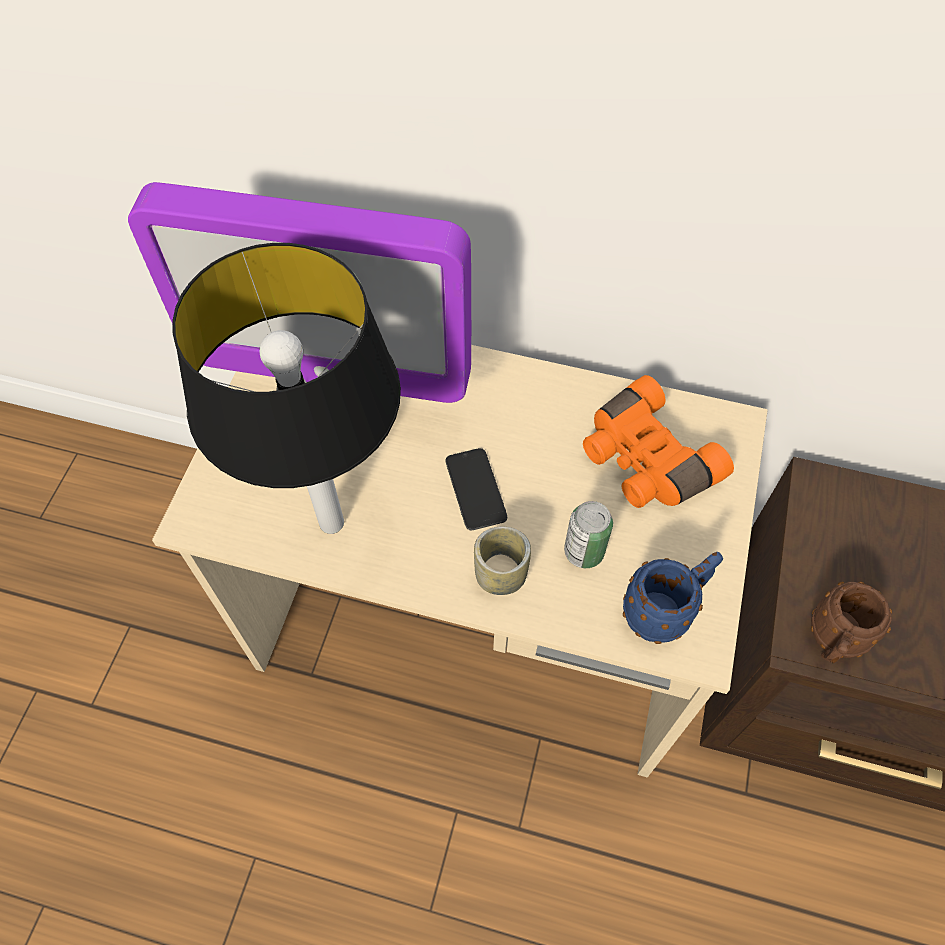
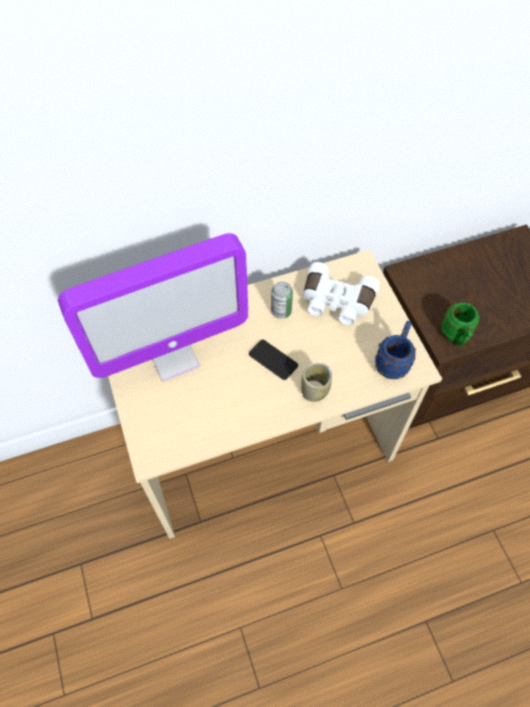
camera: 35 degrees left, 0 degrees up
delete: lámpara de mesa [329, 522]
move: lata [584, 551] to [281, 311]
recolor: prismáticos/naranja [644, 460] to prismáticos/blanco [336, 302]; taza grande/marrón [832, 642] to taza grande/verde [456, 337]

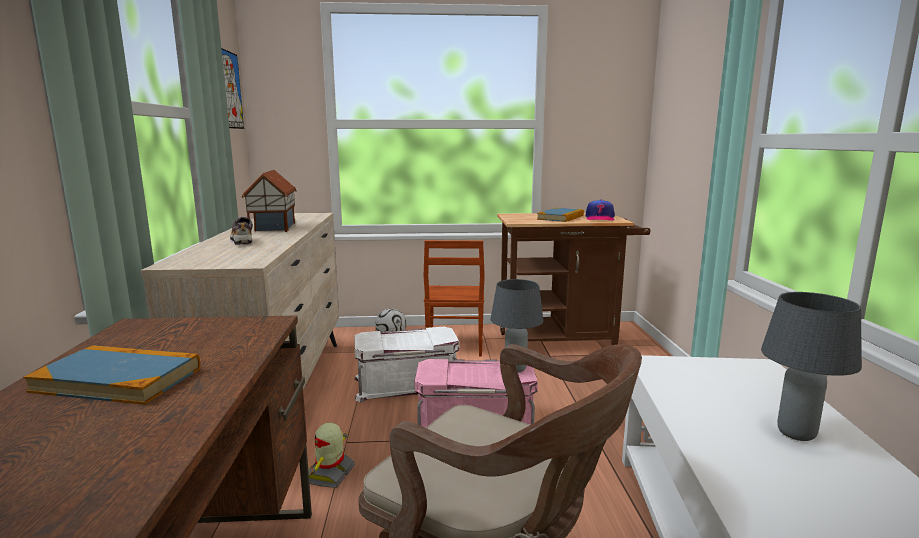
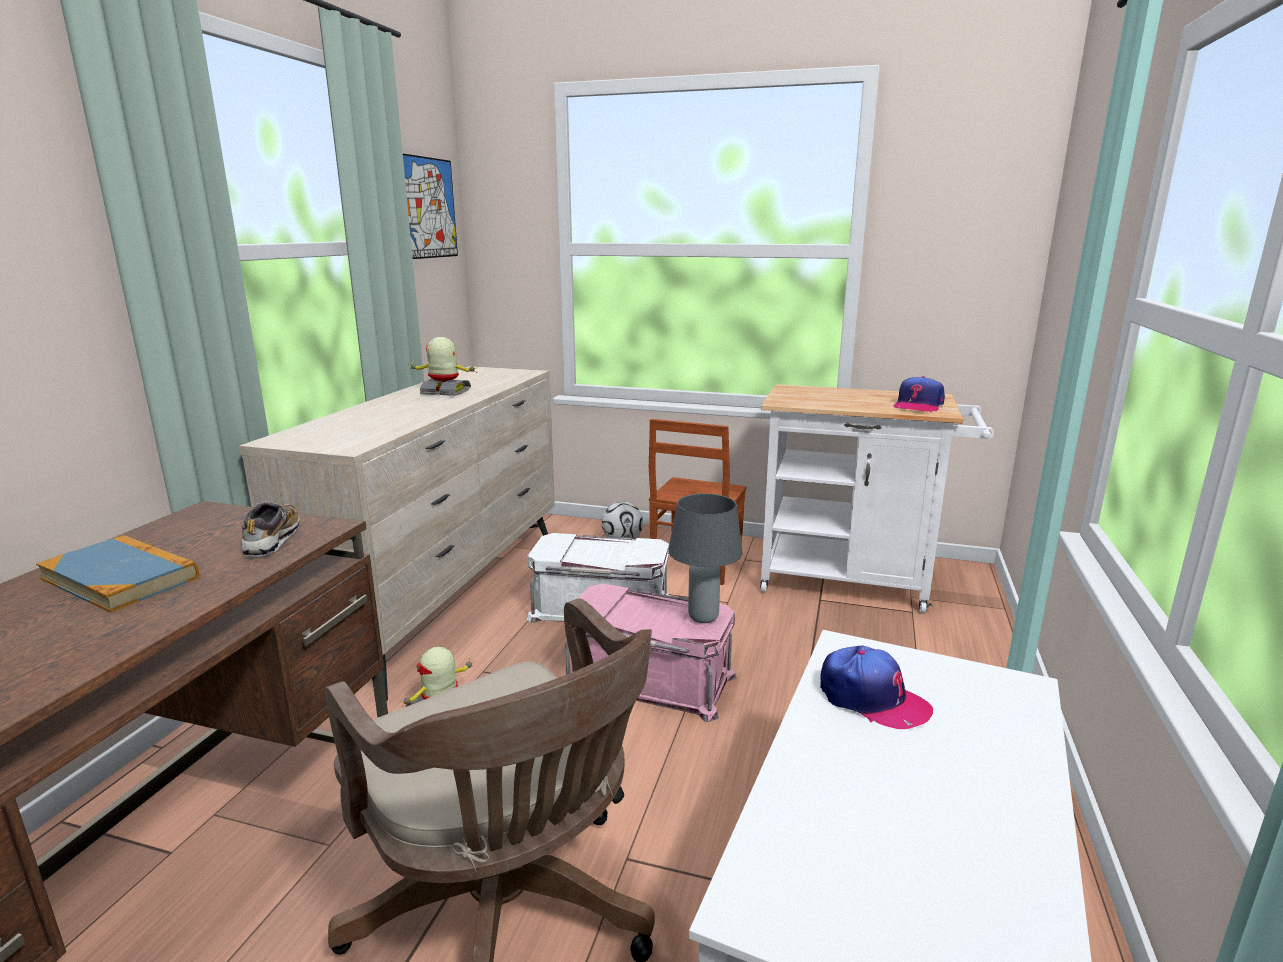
camera: 20 degrees right, 5 degrees up
delete: libro [560, 217]; lámpara de mesa/gris [795, 433]
insert: gorra [872, 699]
move: zapato [242, 241] to [273, 540]
replace: casita [272, 228] to robot de juguete [445, 392]
recolor: carrito/marrón [564, 343] to carrito/blanco [855, 583]

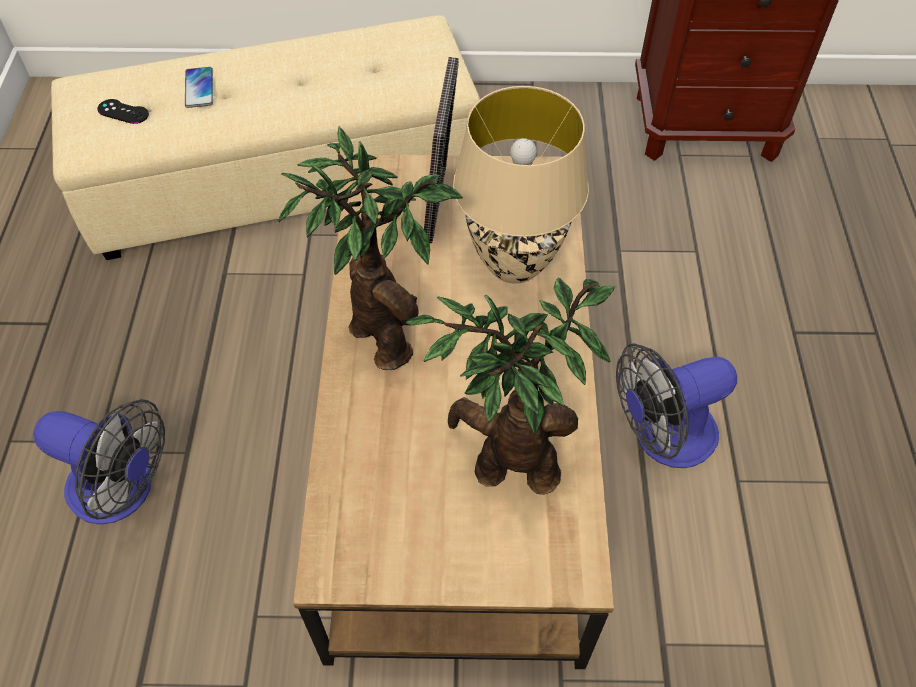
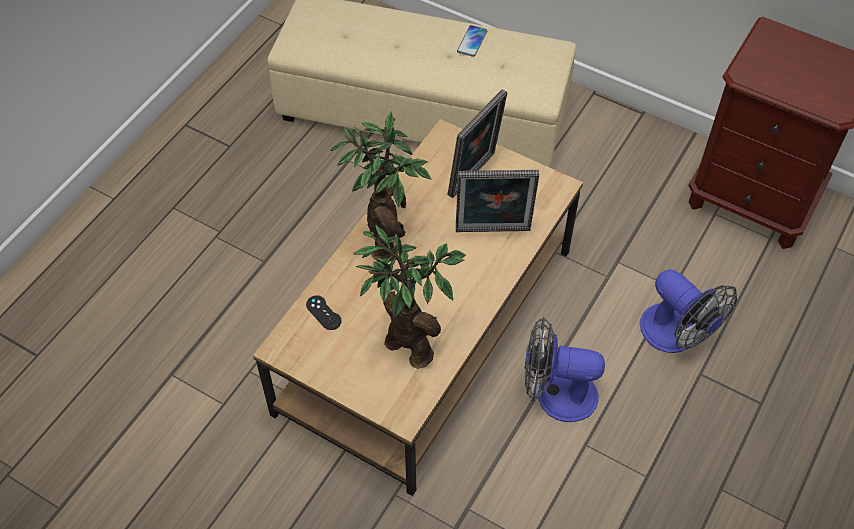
camera: 30 degrees right, 0 degrees up
move: ventilador [123, 491] to [676, 336]; mando de consola/negro [123, 112] to [323, 313]; móvil [199, 88] to [472, 41]
replace: lámpara de mesa/beis [514, 263] to portarretratos [493, 233]

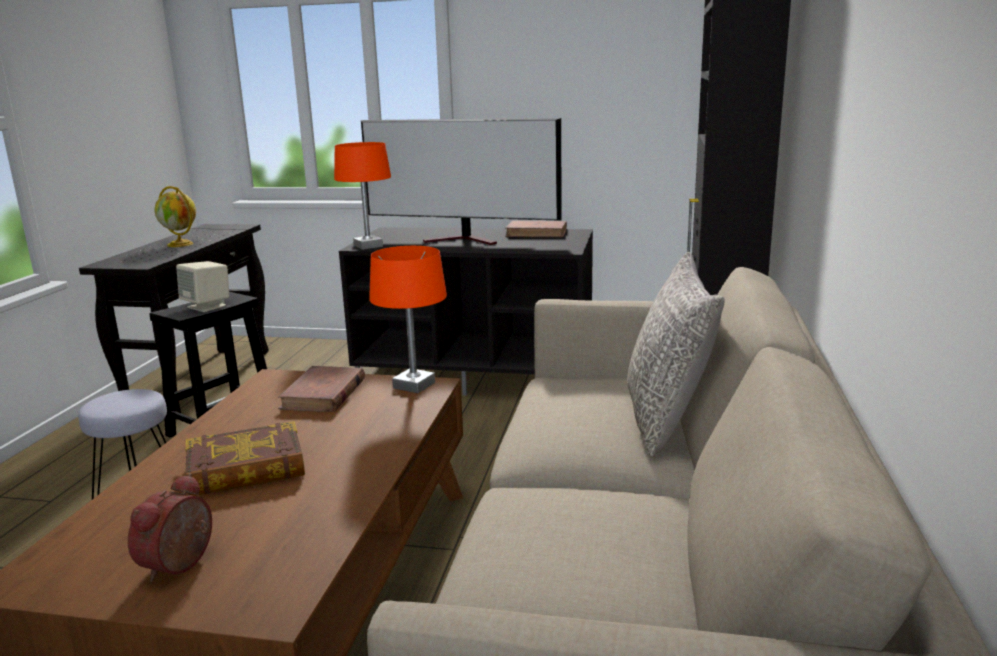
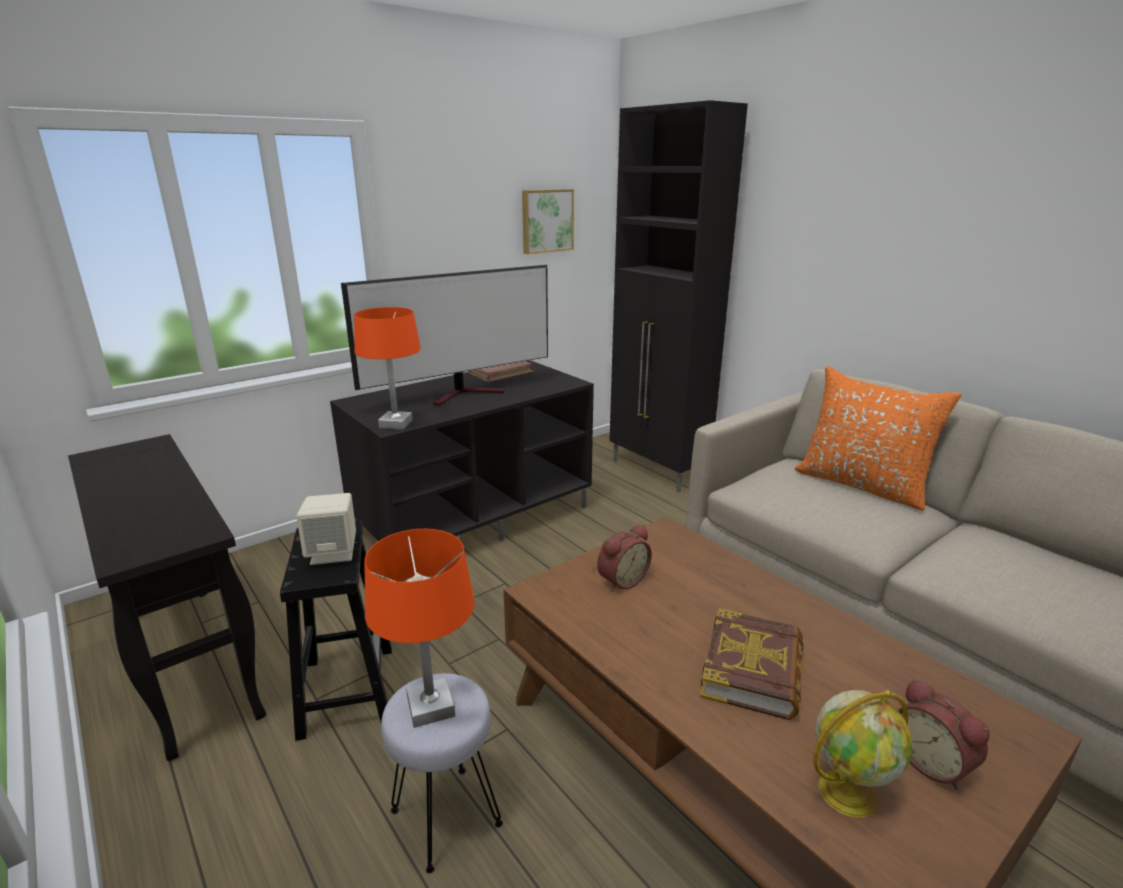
camera: 50 degrees left, 5 degrees up
insert: cuadro [546, 221]
move: globo terráqueo [181, 244] to [848, 791]; lámpara de mesa/naranja [414, 385] to [430, 707]
replace: libro/marrón [323, 394] to despertador [621, 580]
recolor: cojín/gris [667, 418] to cojín/naranja [862, 485]

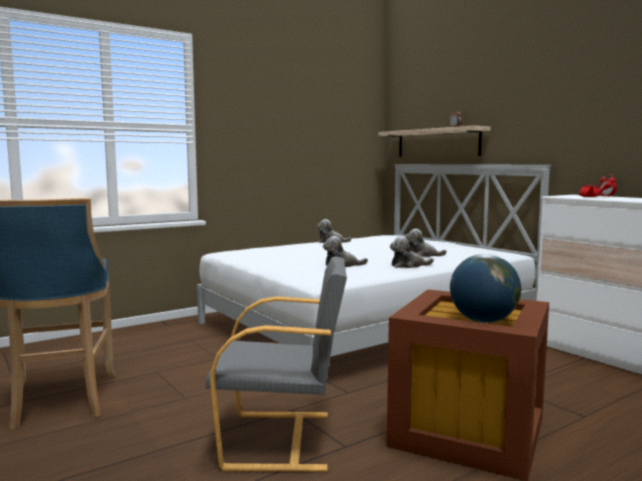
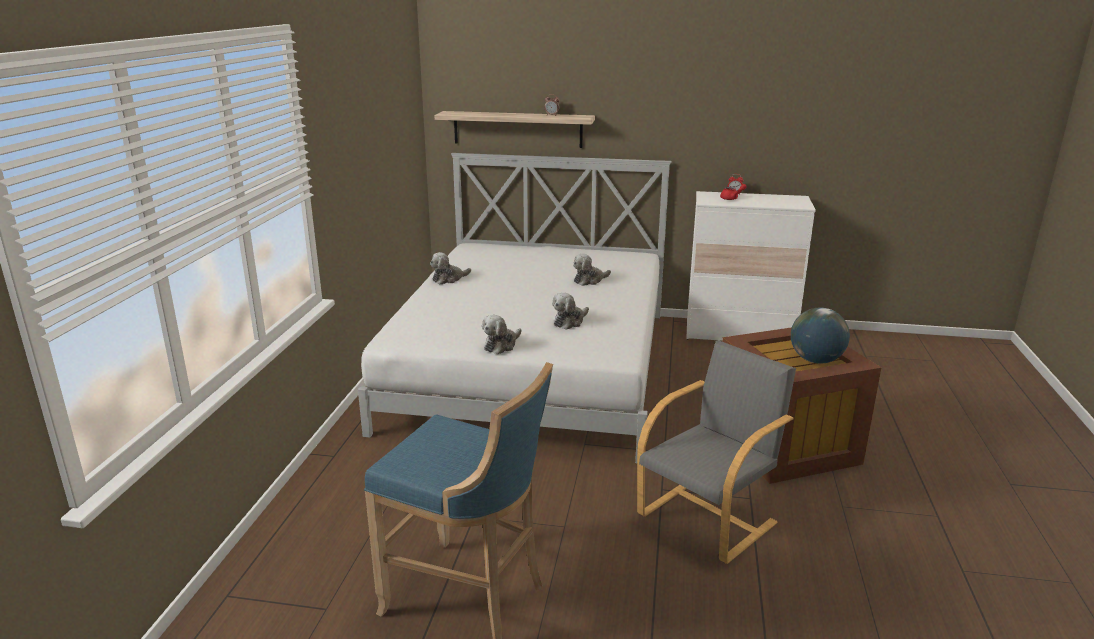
camera: 45 degrees left, 15 degrees up
move: peluche [408, 265] to [501, 345]

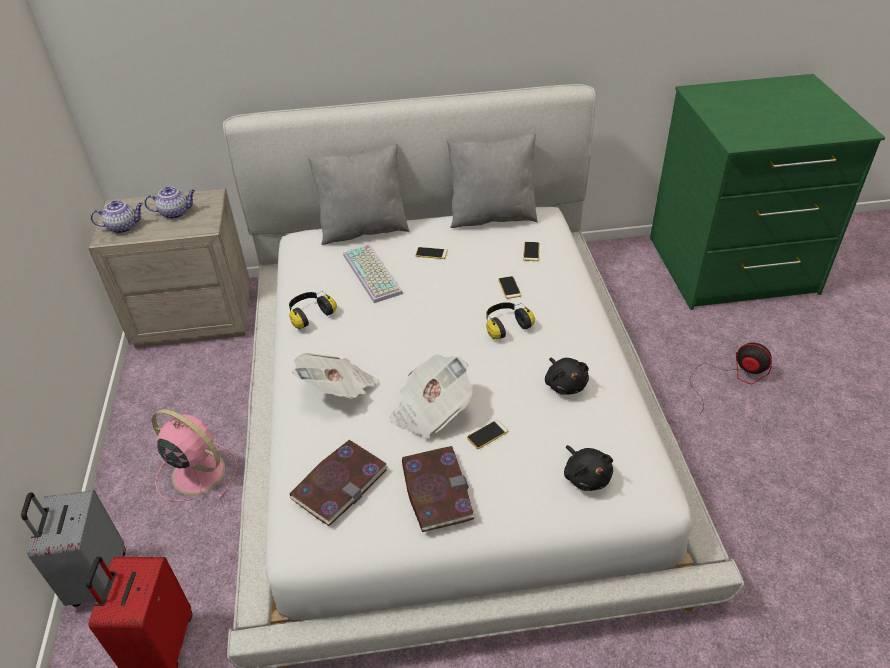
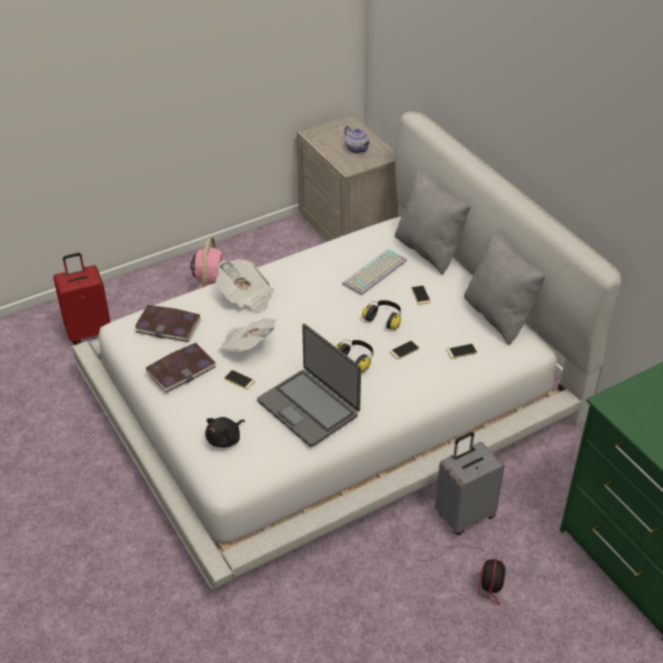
camera: 65 degrees right, 0 degrees up
delete: tetera [123, 227]
move: maleta/gris [98, 579] to [464, 515]; auriculares [310, 315] to [384, 319]
replace: peluche/negro [565, 384] to portátil [309, 408]

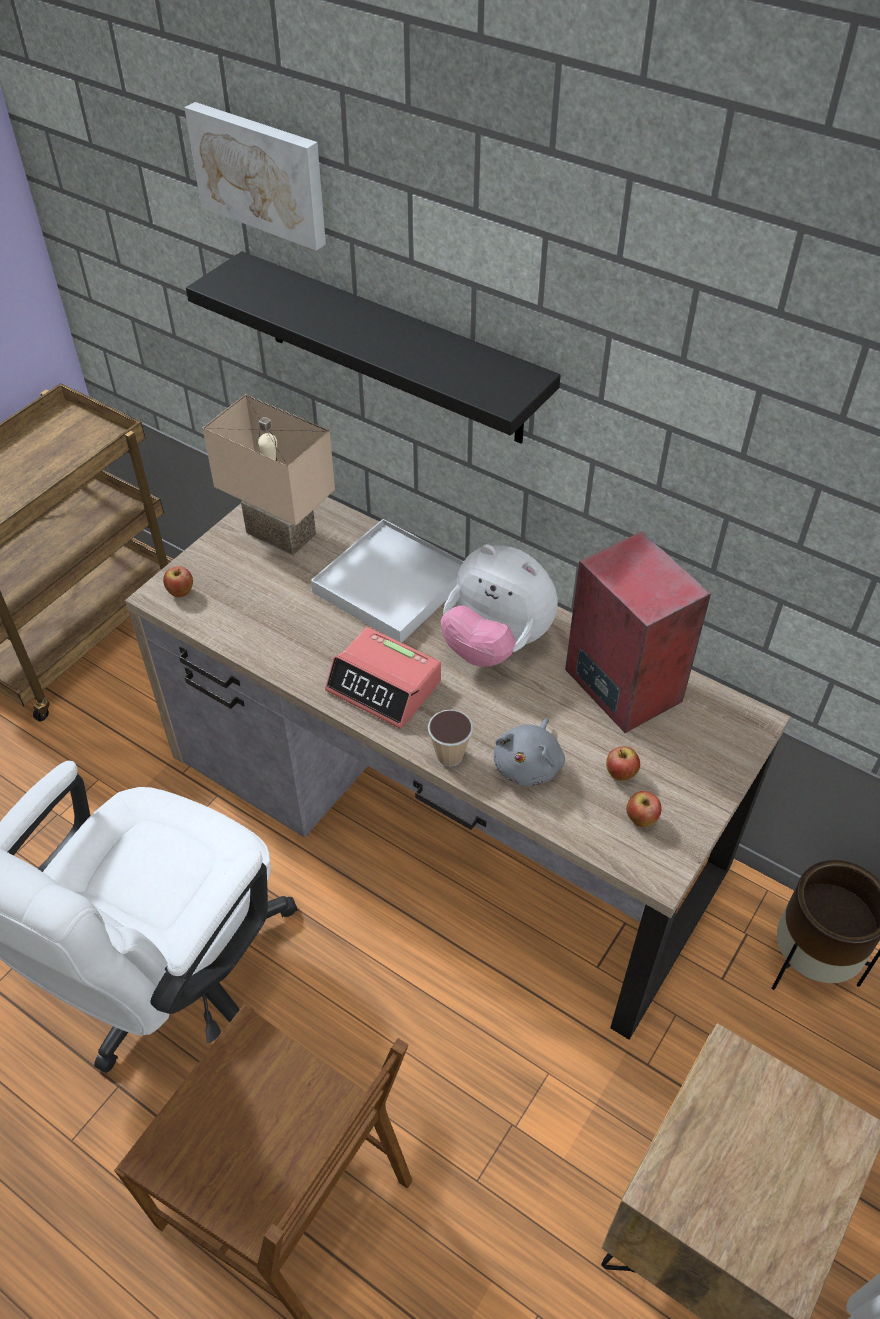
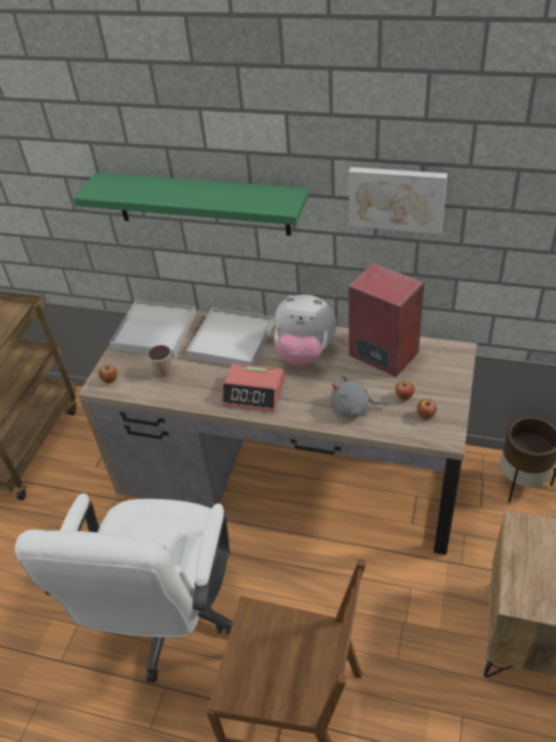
camera: 15 degrees left, 5 degrees down
move: cuadro [261, 173] to [397, 198]; taza [450, 756] to [164, 371]
replace: lámpara de mesa/beis [284, 532] to bandeja/blanco [155, 331]
recolor: estante/negro [392, 349] to estante/verde [201, 204]
rotate: peluche/gris [529, 765] = [353, 408] 90 degrees clockwise

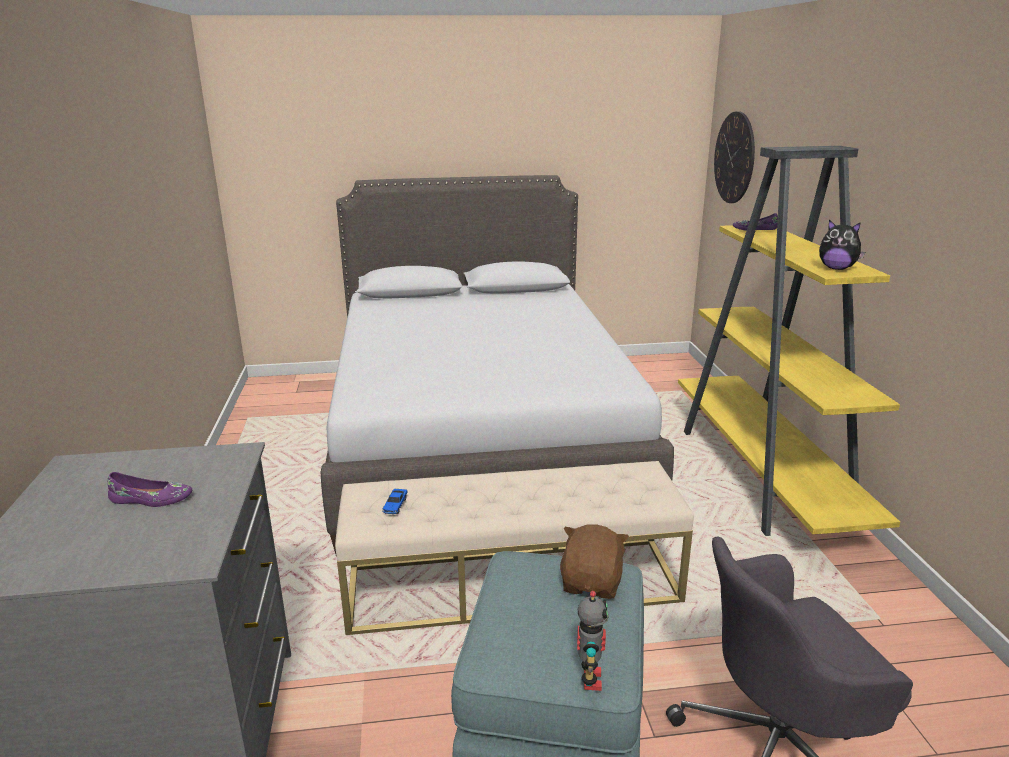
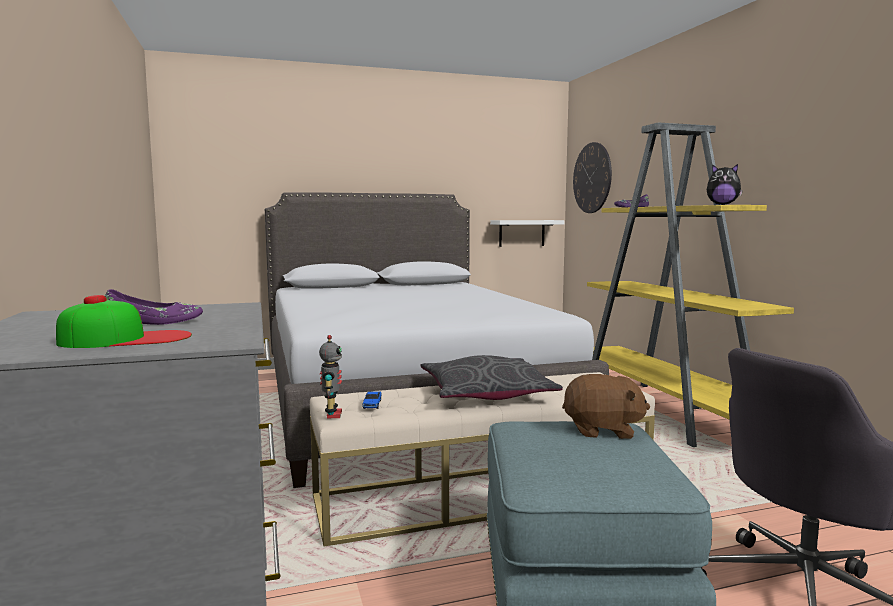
camera: 10 degrees left, 15 degrees down
insert: gorra [126, 339]; cojín/gris [486, 393]; estante/blanco [521, 233]
move: robot de juguete [589, 679] to [332, 415]
rotate: peluche/marrón [592, 583] = [603, 431] 90 degrees clockwise

